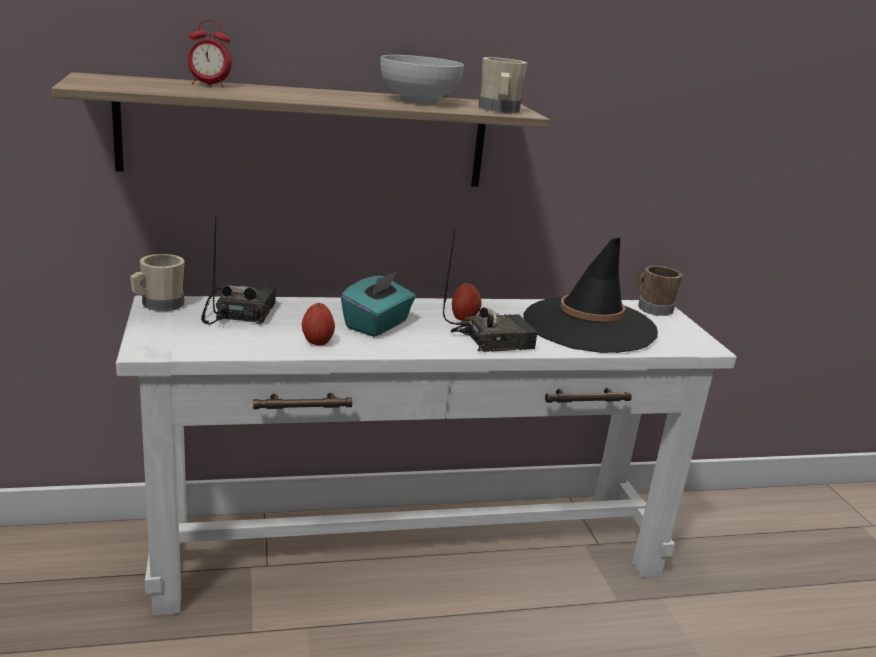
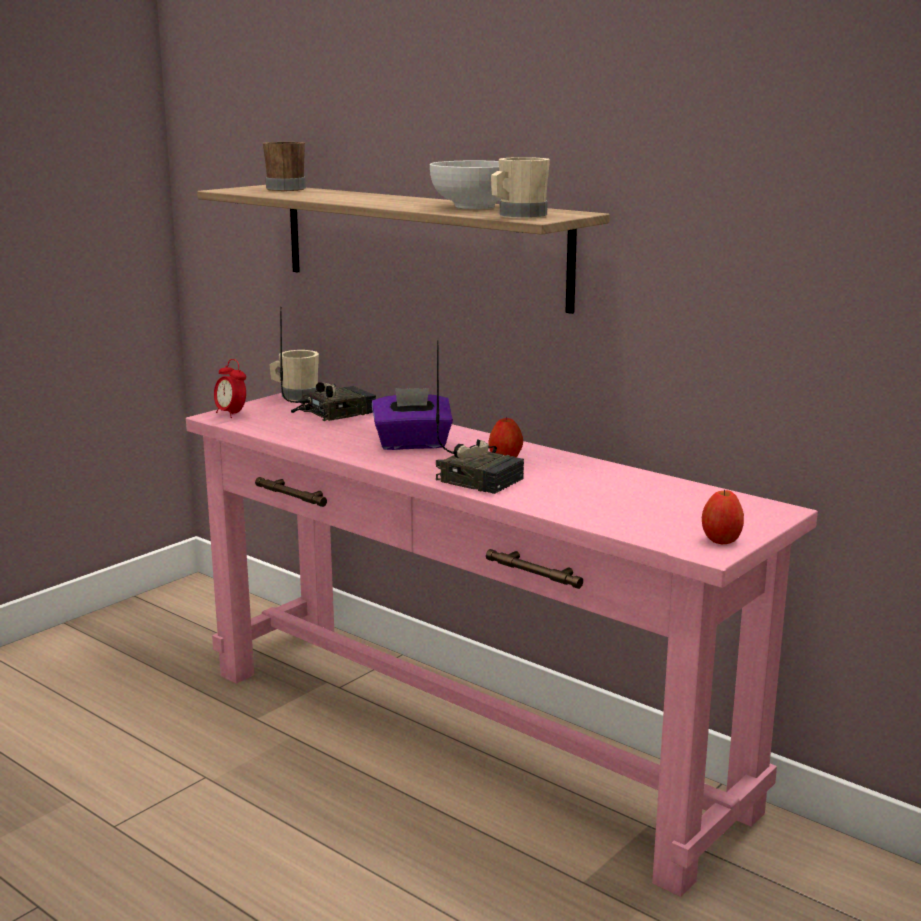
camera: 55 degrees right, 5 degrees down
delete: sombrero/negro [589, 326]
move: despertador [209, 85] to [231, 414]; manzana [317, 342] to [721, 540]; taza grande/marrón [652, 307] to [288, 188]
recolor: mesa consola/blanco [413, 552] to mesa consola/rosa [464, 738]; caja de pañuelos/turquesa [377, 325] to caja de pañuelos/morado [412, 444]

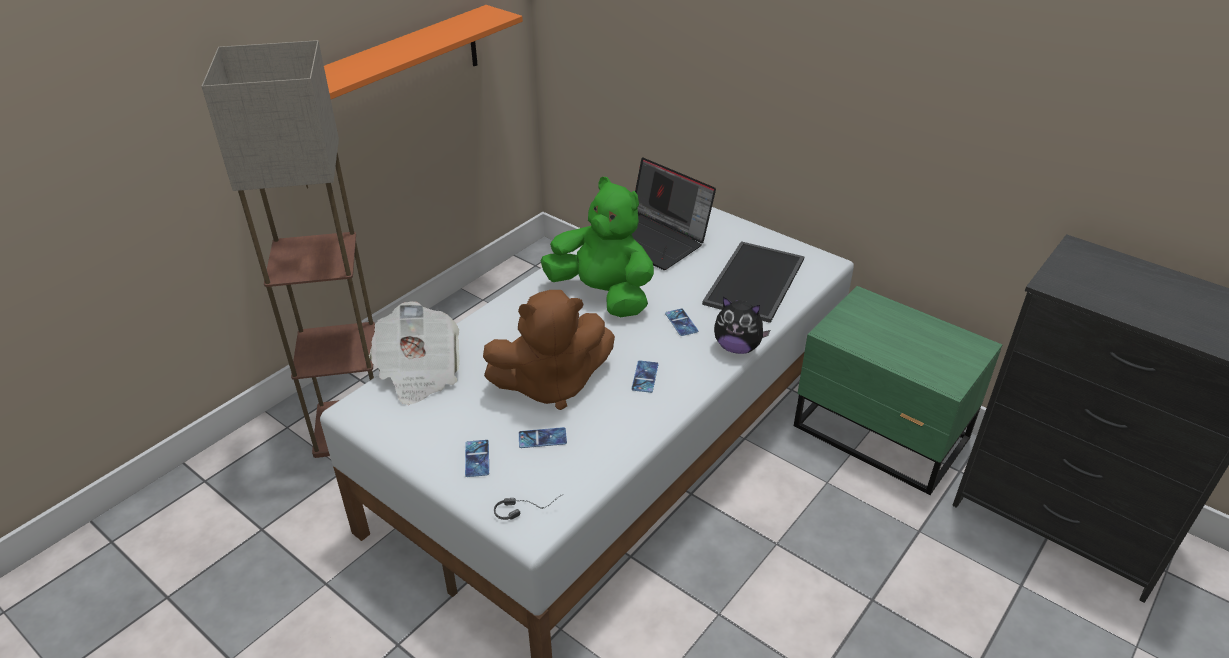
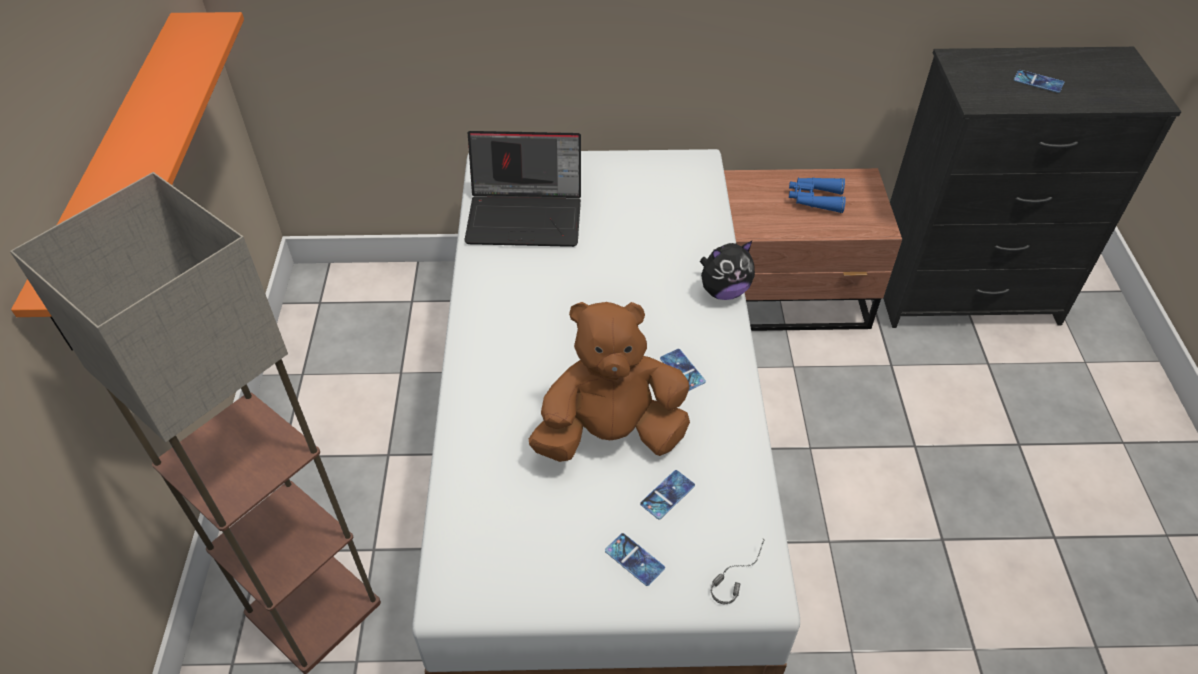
camera: 40 degrees left, 10 degrees up
delete: periódico [419, 372]; peluche/verde [603, 295]; bandeja [756, 282]
insert: prismáticos/azul [815, 199]
move: móvil [681, 322] to [1038, 82]
recolor: mesita de noche/verde [881, 435] to mesita de noche/marrón [792, 297]
rotate: peluche/marrón [551, 384] = [611, 434] 135 degrees counterclockwise

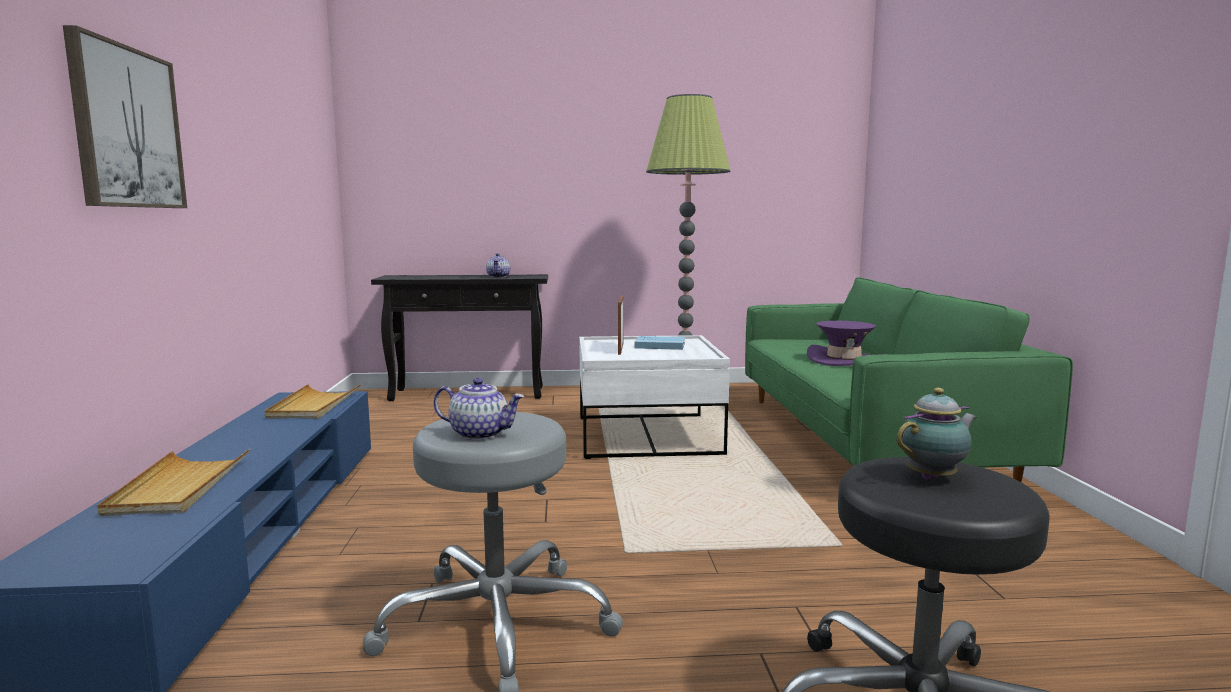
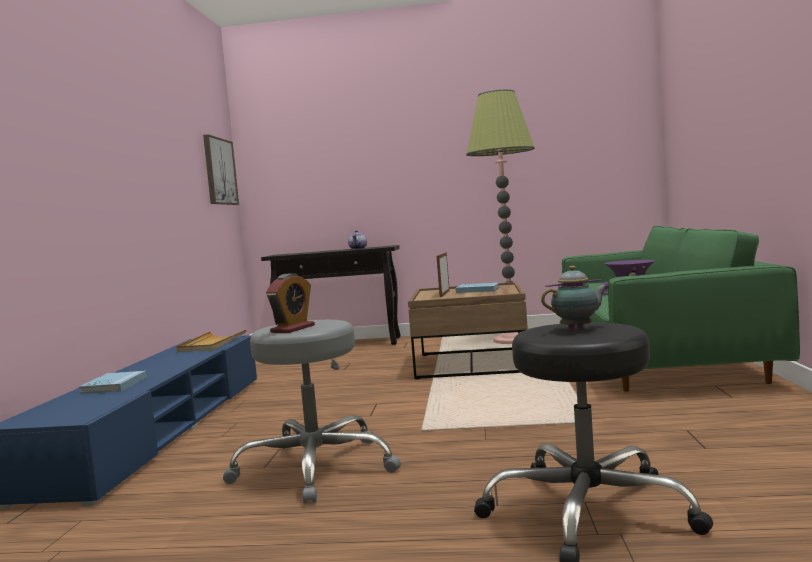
camera: 10 degrees right, 5 degrees down
move: cuadro [126, 128] to [219, 171]
replace: bandeja/beis [179, 486] to libro/azul [114, 385]; tetera [480, 434] to despertador [293, 329]
recolor: mesa de centro/blanco [647, 435] to mesa de centro/marrón [471, 363]

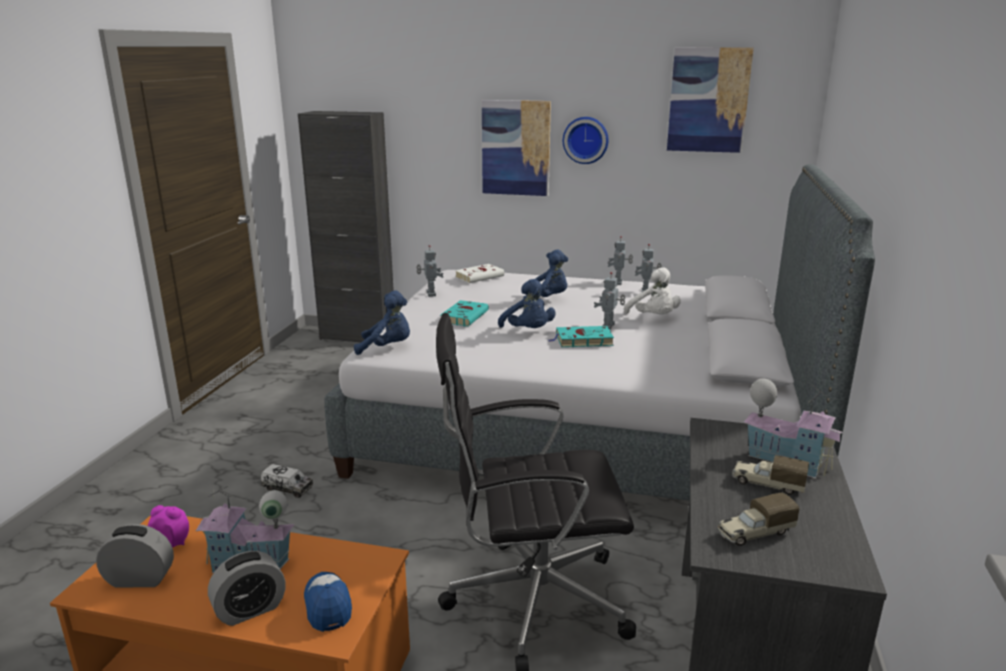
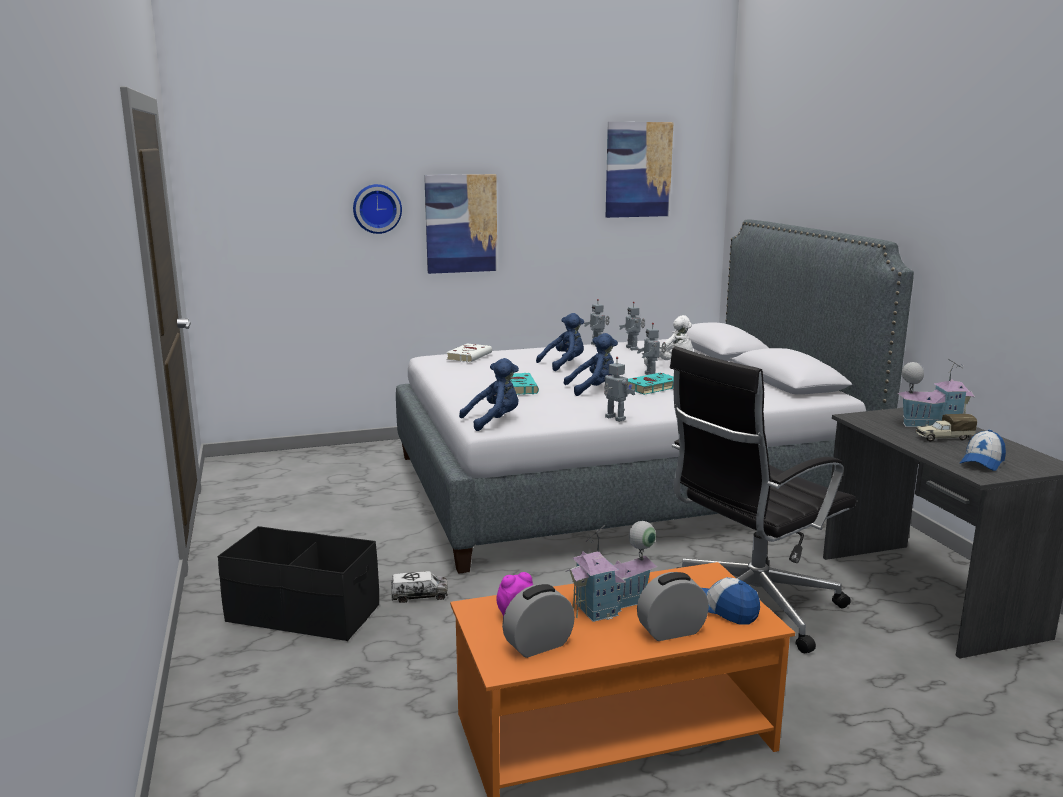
camera: 30 degrees left, 5 degrees down
delete: armario/negro [358, 336]
insert: caja de almacenaje/negro [303, 614]
move: robot de juguete [430, 294] to [614, 418]; reloj de pared [585, 140] to [377, 208]
replace: camión de juguete [754, 533] to gorra [982, 462]
rotate: despertador [250, 610] = [671, 631] 135 degrees counterclockwise; peluche/azul [528, 331] = [594, 389] 45 degrees counterclockwise

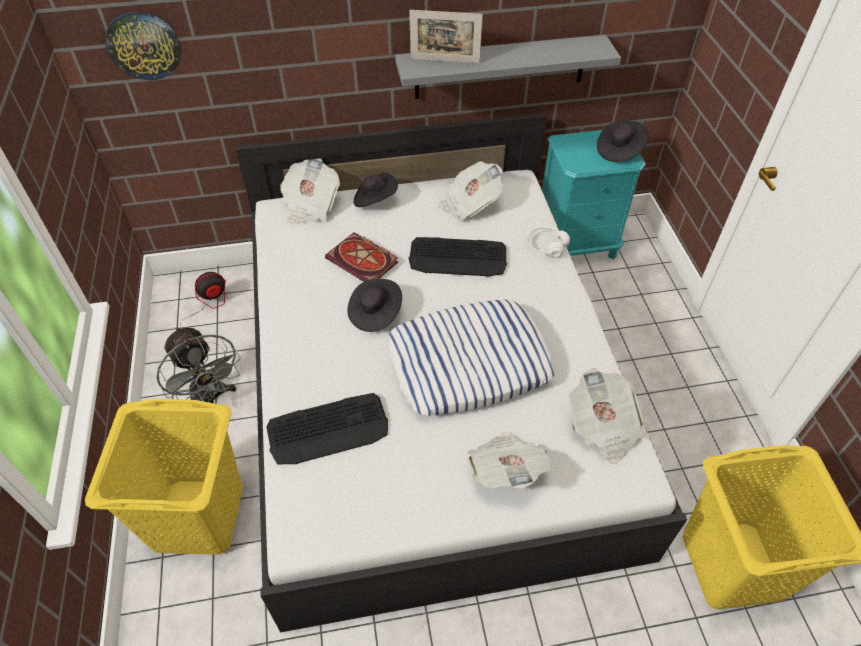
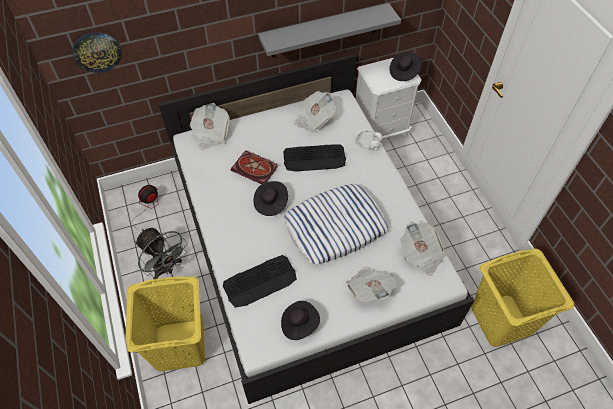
camera: 10 degrees left, 5 degrees up
delete: portarretratos [445, 60]
move: sombrero/negro [375, 200] to [299, 324]
recolor: mesita de noche/turquesa [576, 244] to mesita de noche/blanco [381, 130]

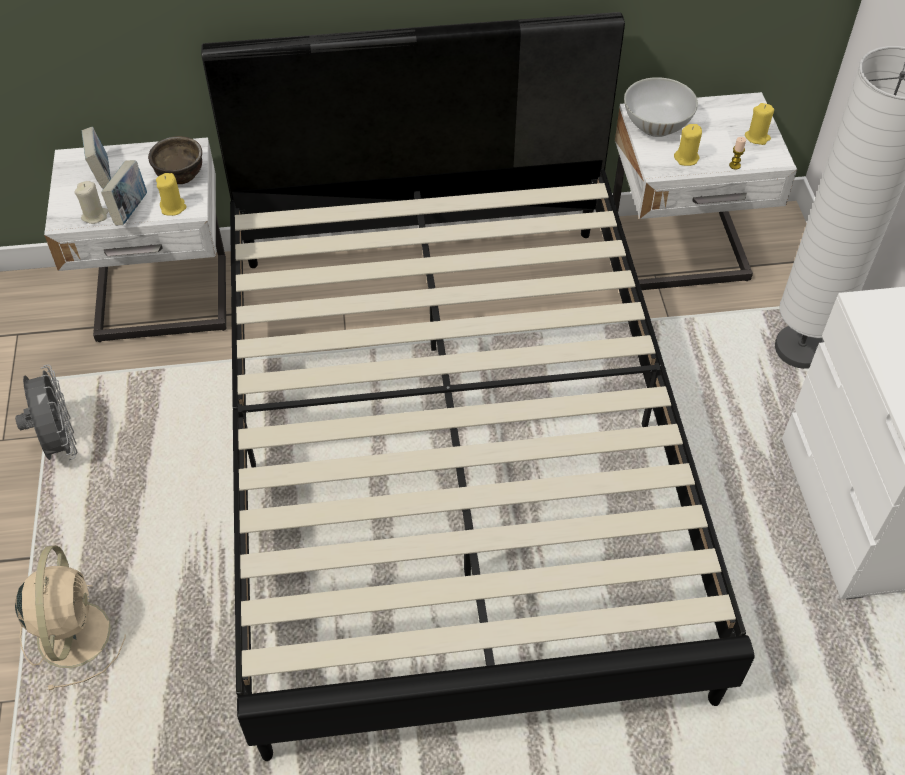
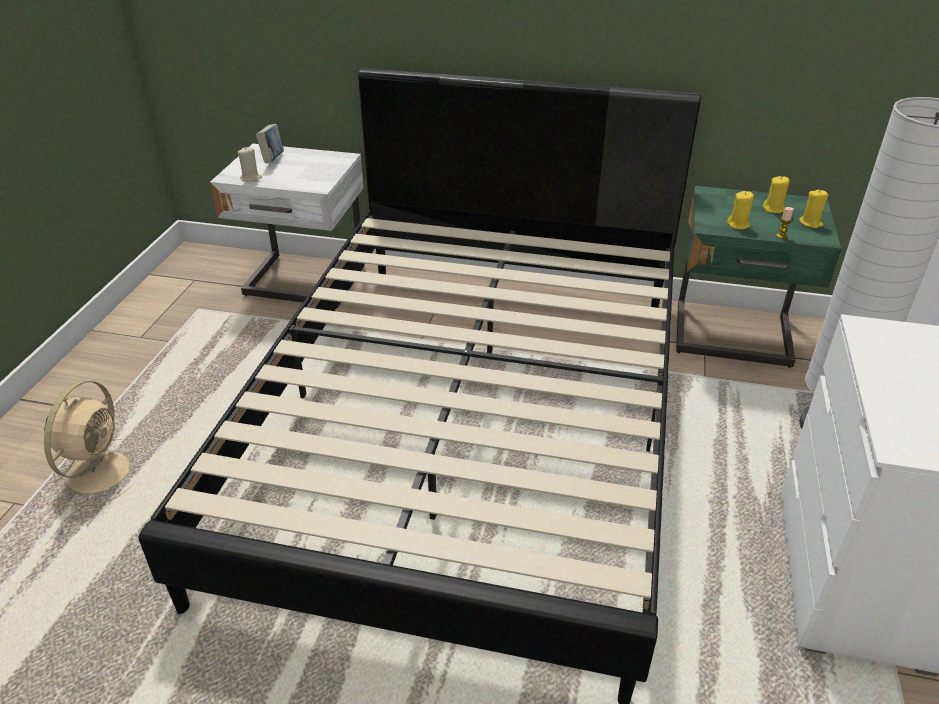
camera: 20 degrees right, 15 degrees down
delete: ventilador/gris [59, 443]; libro [130, 210]; cuenco/marrón [180, 174]; cuenco/blanco [656, 125]
move: vela/amarillo [173, 207] to [773, 209]
recolor: mesita de noche/blanco [680, 255] to mesita de noche/verde [733, 338]

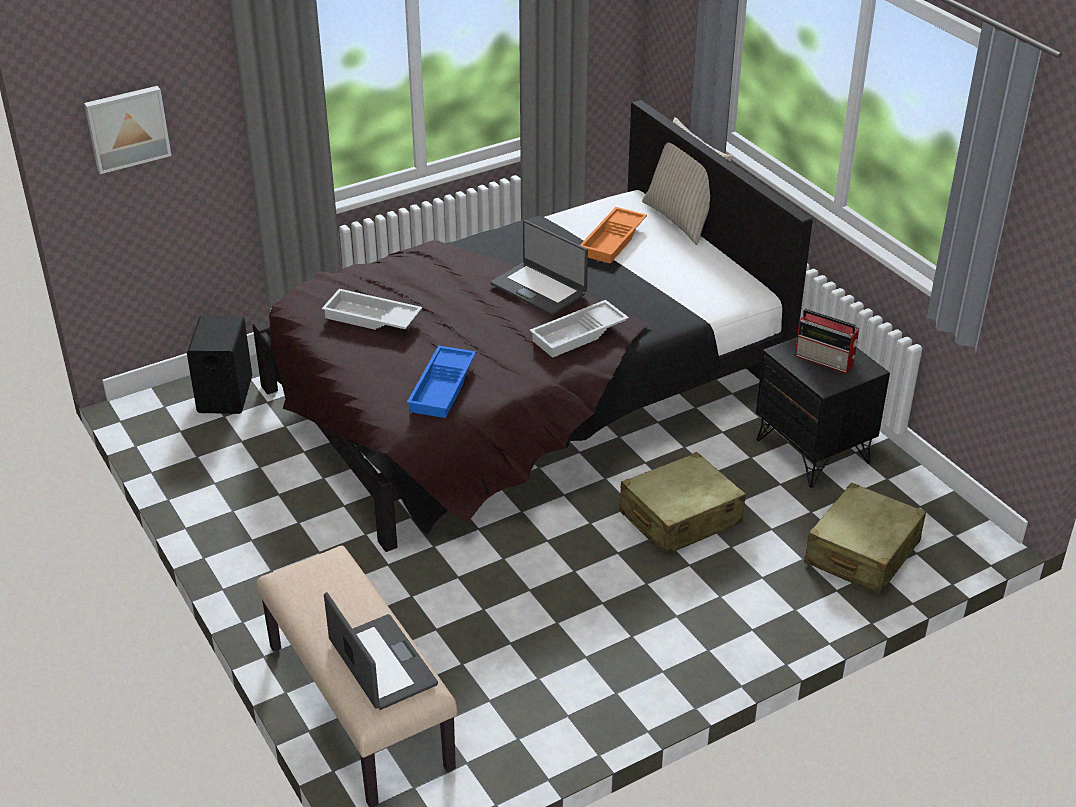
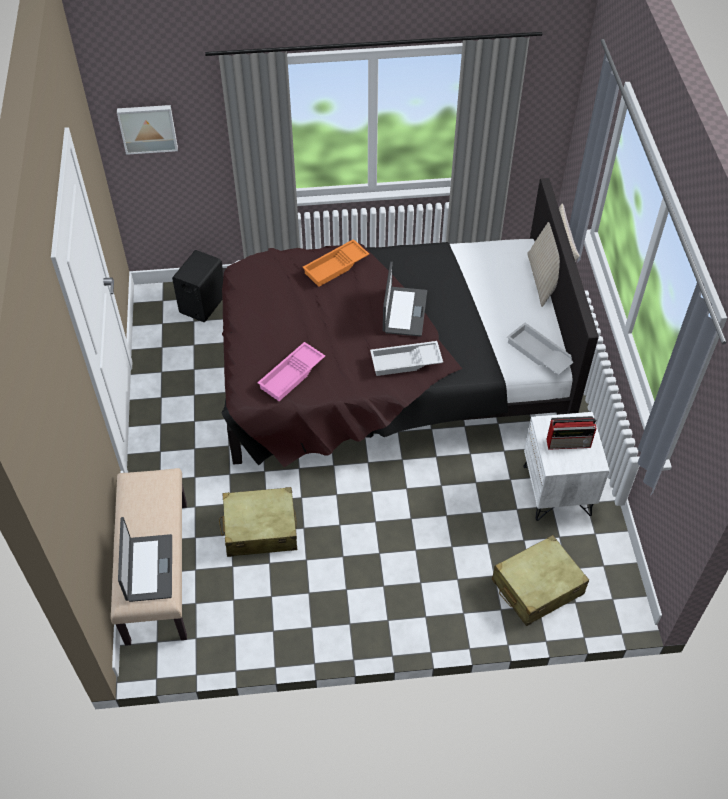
camera: 25 degrees right, 15 degrees up
move: bandeja/blanco [371, 318] to [539, 354]; bandeja/naranja [614, 241] to [336, 267]; maleta/beis [679, 518] to [260, 529]
recolor: bandeja/azul [444, 388] to bandeja/rosa [292, 376]; mesita de noche/negro [813, 451] to mesita de noche/blanco [557, 490]
rotate: portátil [539, 288] = [404, 312] 150 degrees counterclockwise; radio [825, 360] = [569, 442] 60 degrees counterclockwise

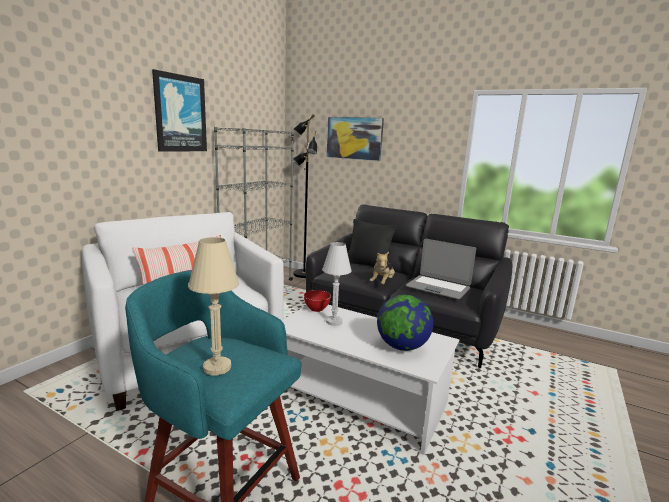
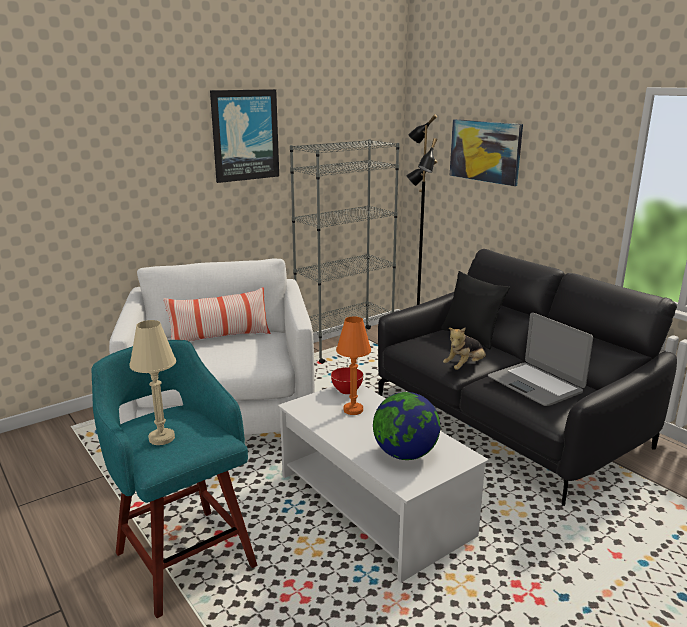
camera: 25 degrees right, 5 degrees up
recolor: lámpara de mesa/blanco [334, 322] to lámpara de mesa/naranja [353, 410]

